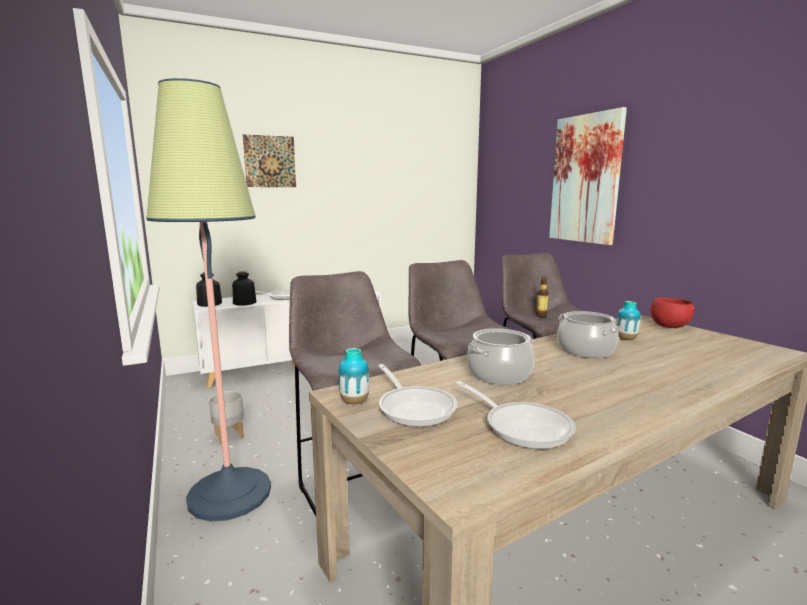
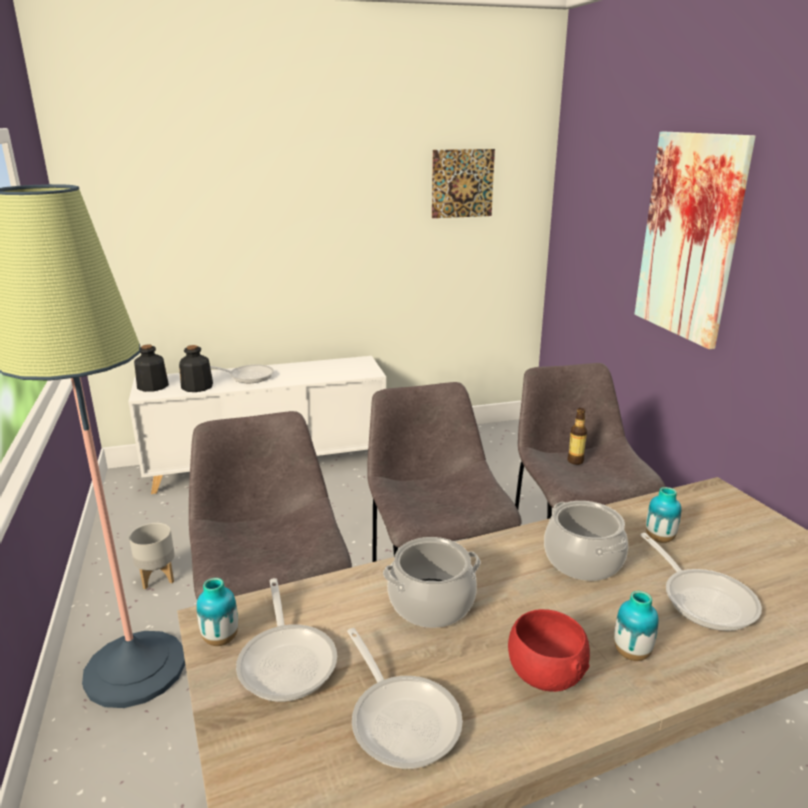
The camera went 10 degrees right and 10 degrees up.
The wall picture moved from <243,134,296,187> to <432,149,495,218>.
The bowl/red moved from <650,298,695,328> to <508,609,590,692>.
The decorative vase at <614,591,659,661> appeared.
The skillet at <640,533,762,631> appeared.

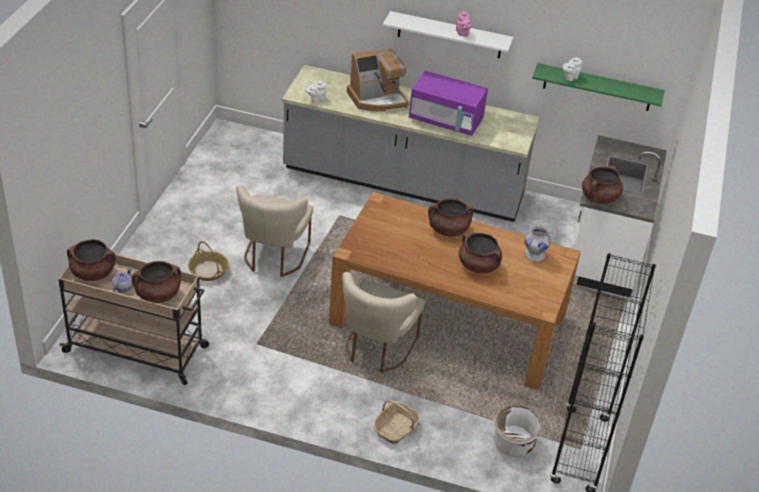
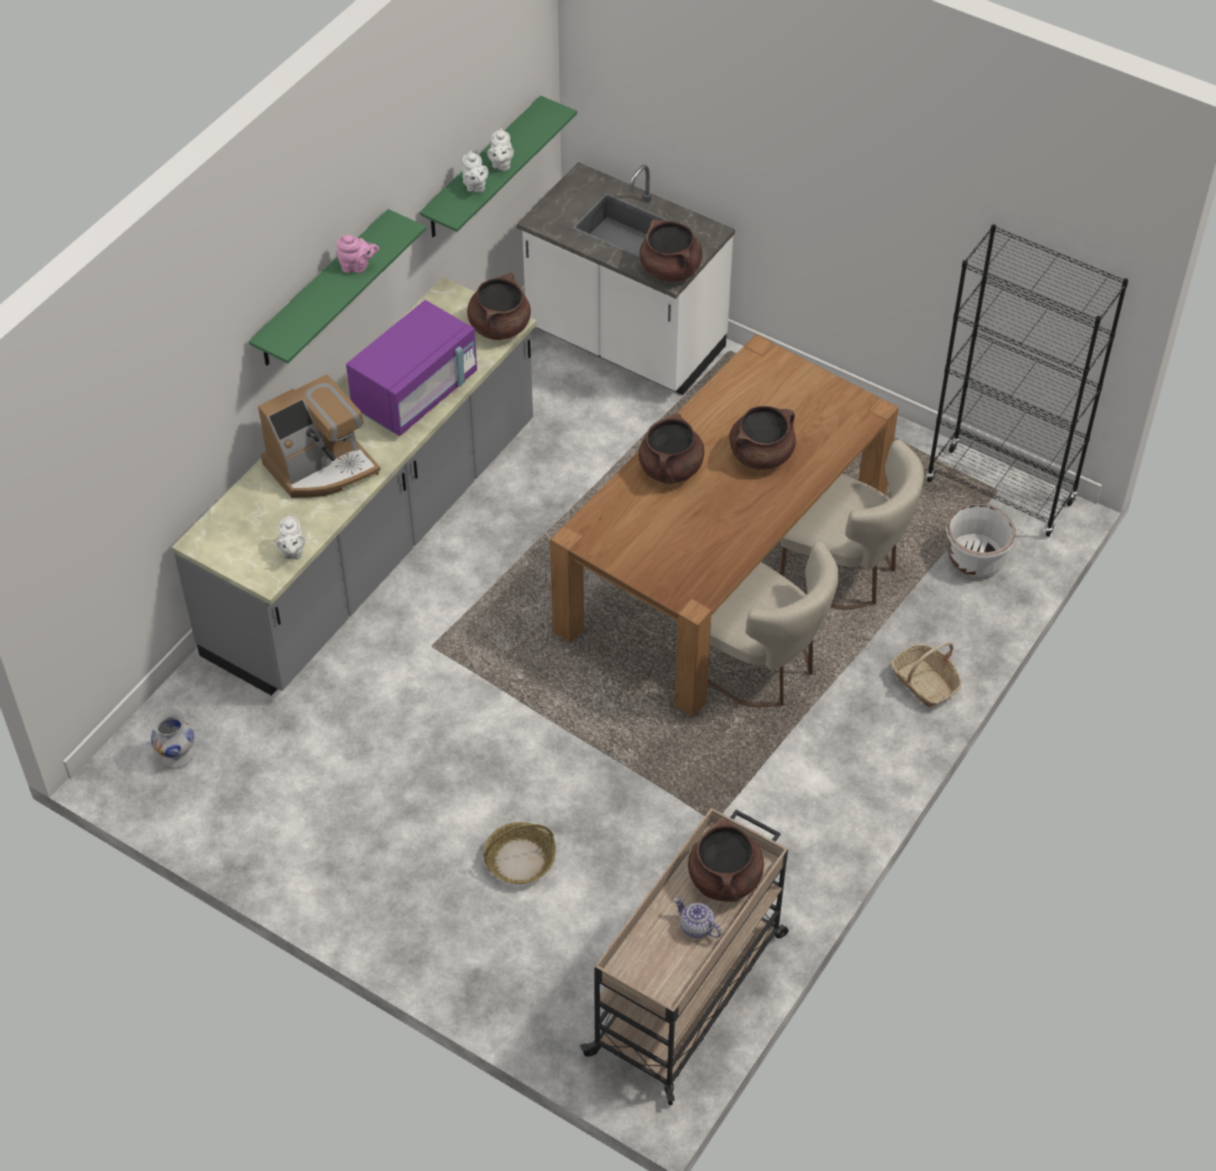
The camera went 70 degrees left and 10 degrees up.
The decorative vase/whitish moved from <524,220,551,262> to <151,707,194,769>.
The shelf/whitish at <383,11,513,59> became the shelf/green at <248,209,426,366>.
The coffee maker at <347,49,409,111> turned 60 degrees clockwise.
The saucepot/brown moved from <67,239,116,281> to <467,273,531,340>.
The tea pot/whitish at <487,128,514,171> appeared.
The chair/sand-coloured moved from <236,185,313,277> to <780,439,924,609>.

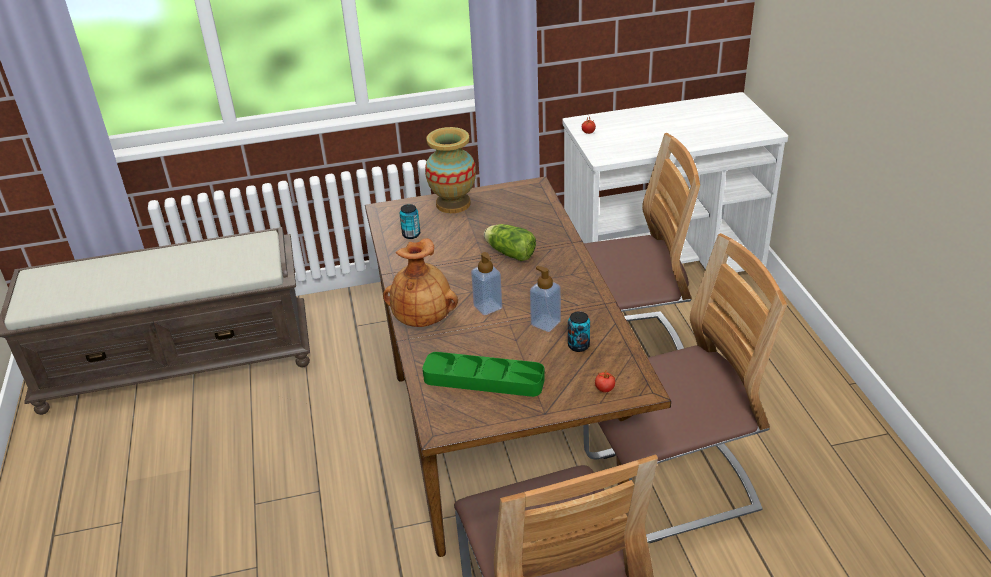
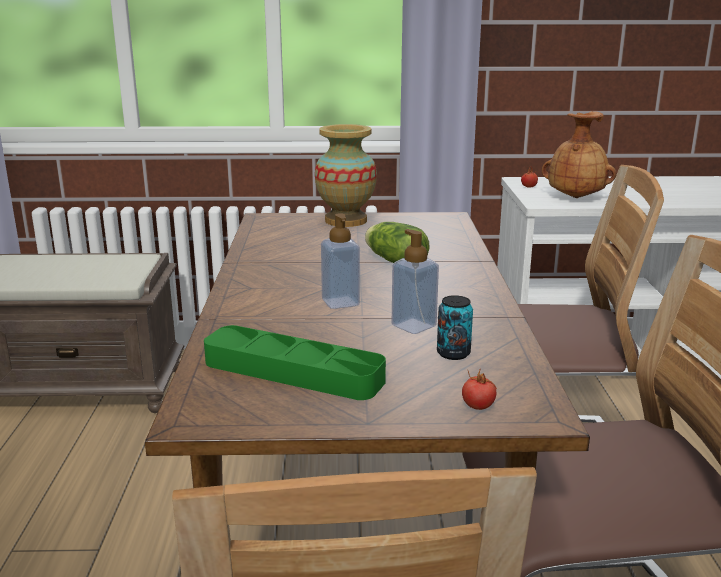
The camera went 10 degrees right and 15 degrees down.
The decorative vase/brown moved from <383,238,458,327> to <542,111,616,198>.
The metal can at <400,204,420,239> disappeared.

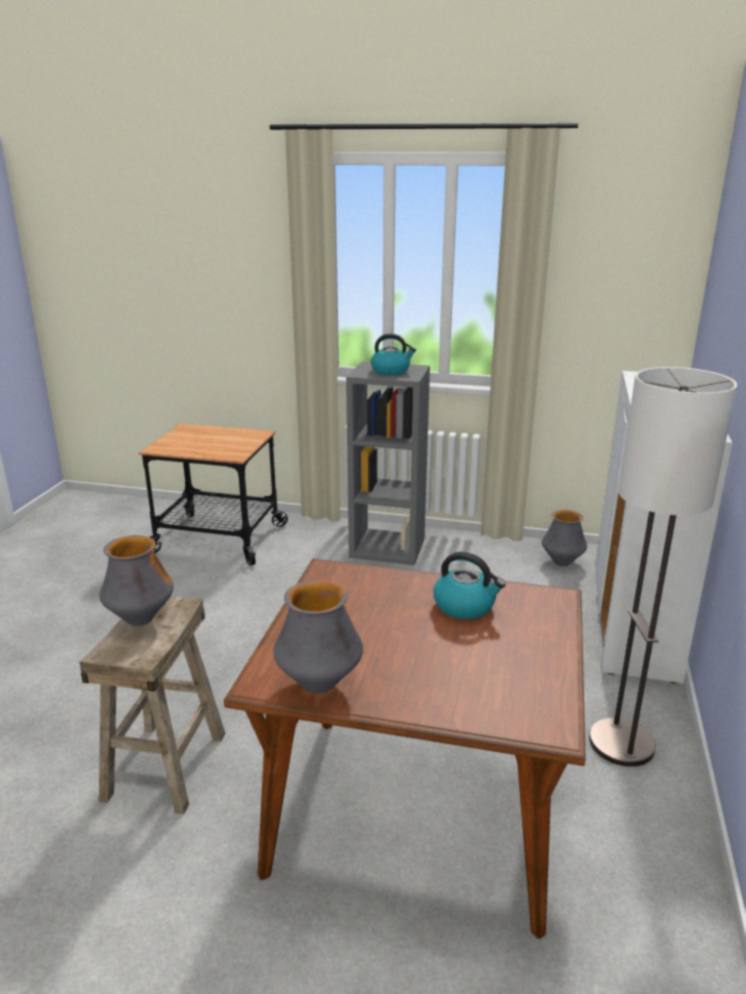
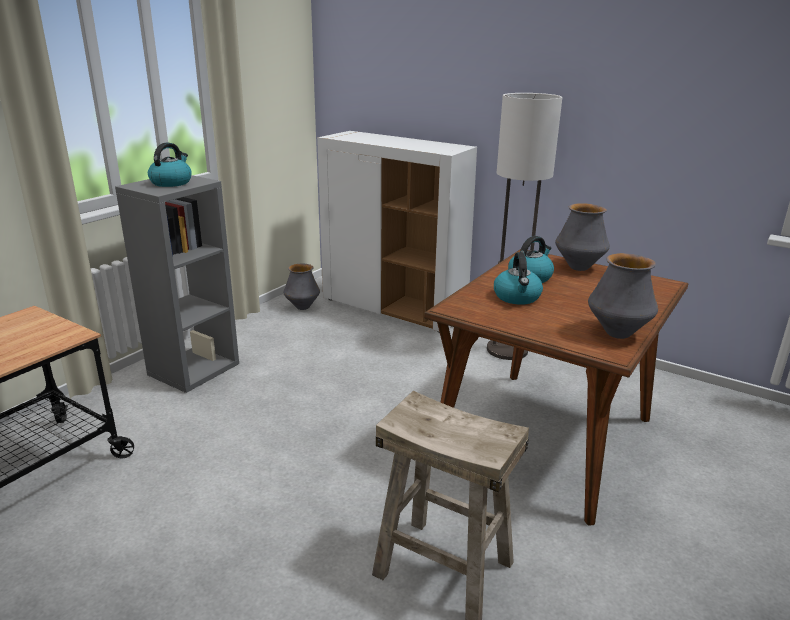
The camera went 70 degrees left and 0 degrees up.
The water kettle at <494,252,543,305> appeared.
The decorative vase moved from <99,535,174,626> to <555,203,610,271>.

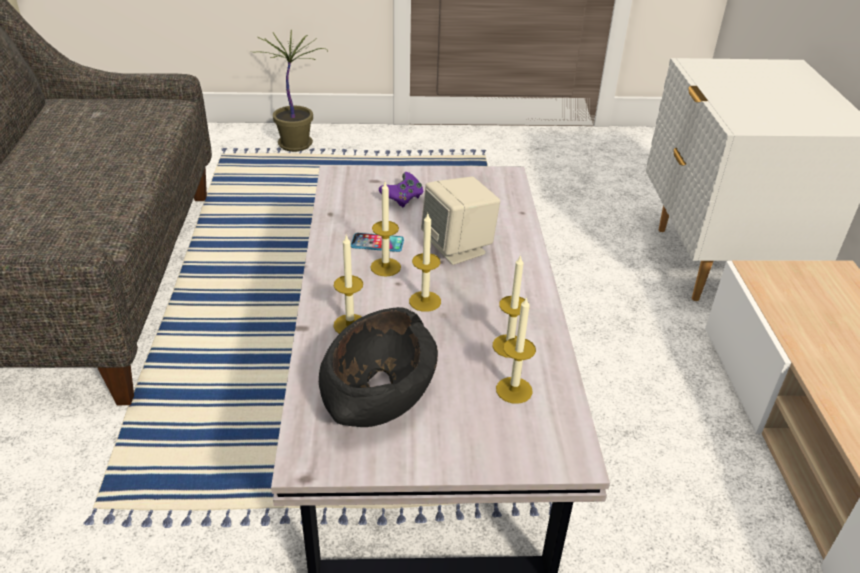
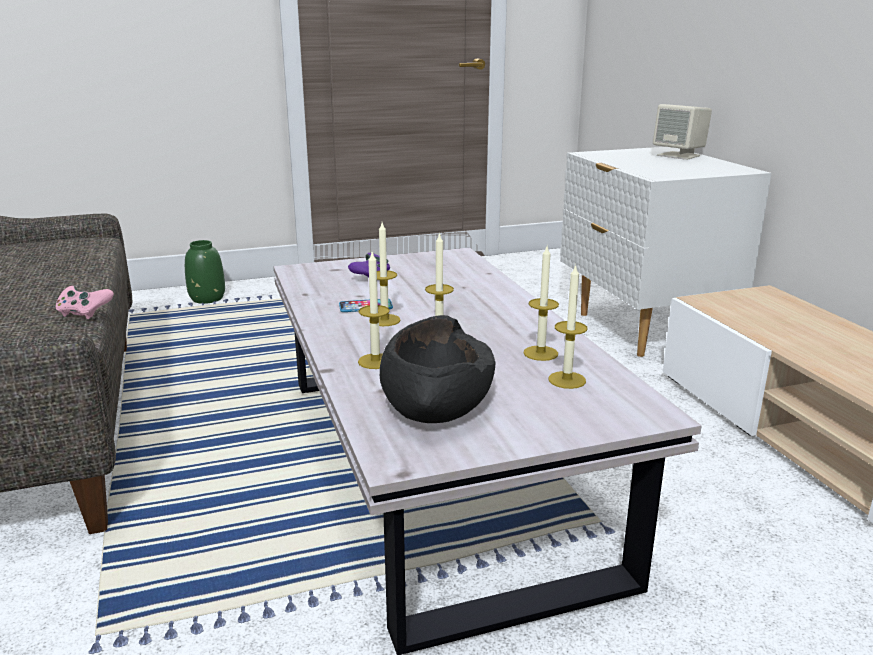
The camera went 15 degrees left and 15 degrees down.
The joypad/pink-coloured at <55,286,114,319> appeared.
The houseplant at <258,30,328,152> was replaced by the decorative vase/green at <185,240,225,304>.
The loudspeaker/sand-coloured moved from <421,177,500,265> to <653,104,712,160>.

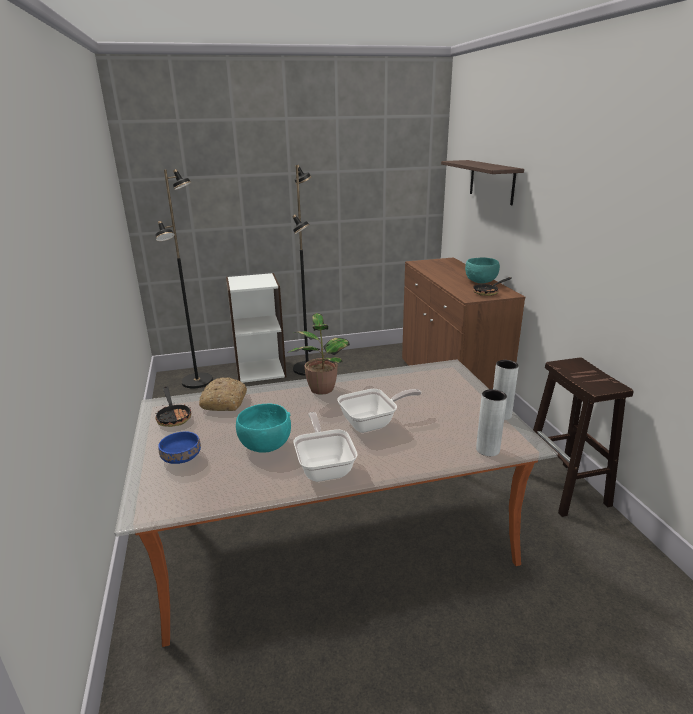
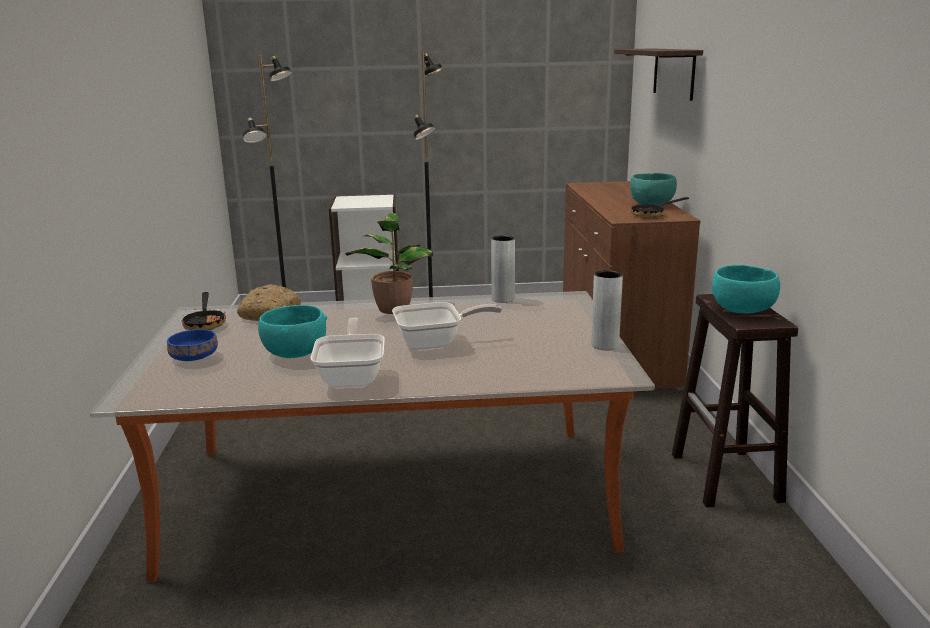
The camera went 10 degrees right and 5 degrees down.
The decorative vase/grey moved from <476,389,507,456> to <491,235,515,303>.
The bowl/turquoise at <712,265,780,314> appeared.

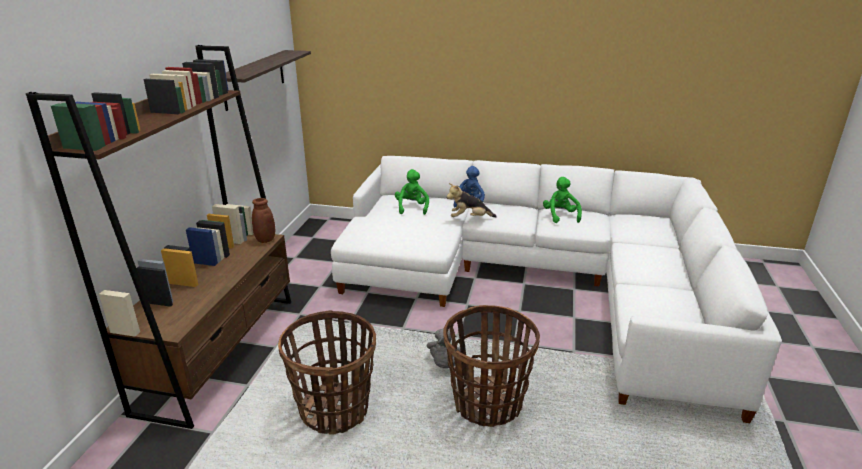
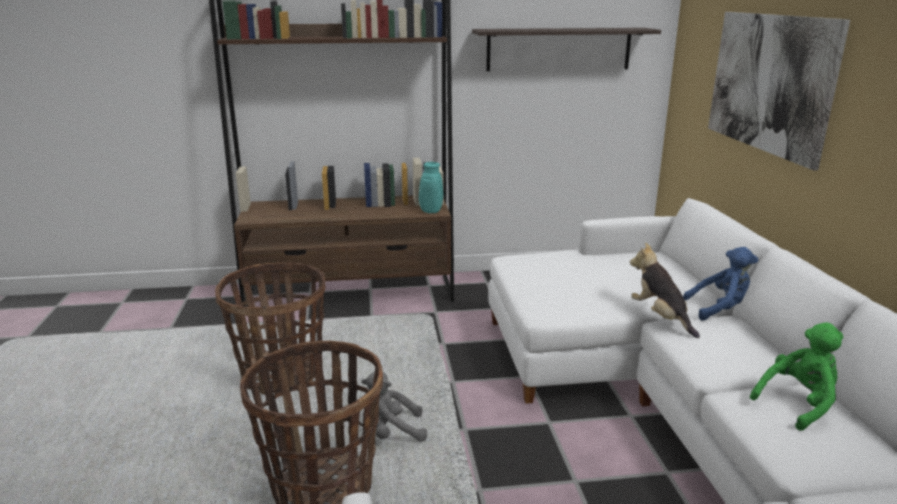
The camera went 70 degrees right and 5 degrees down.
The decorative vase/brown at <252,198,275,243> became the decorative vase/turquoise at <399,162,443,213>.
The wall picture at <708,12,850,171> appeared.
The soft toy/green at <395,169,429,215> disappeared.

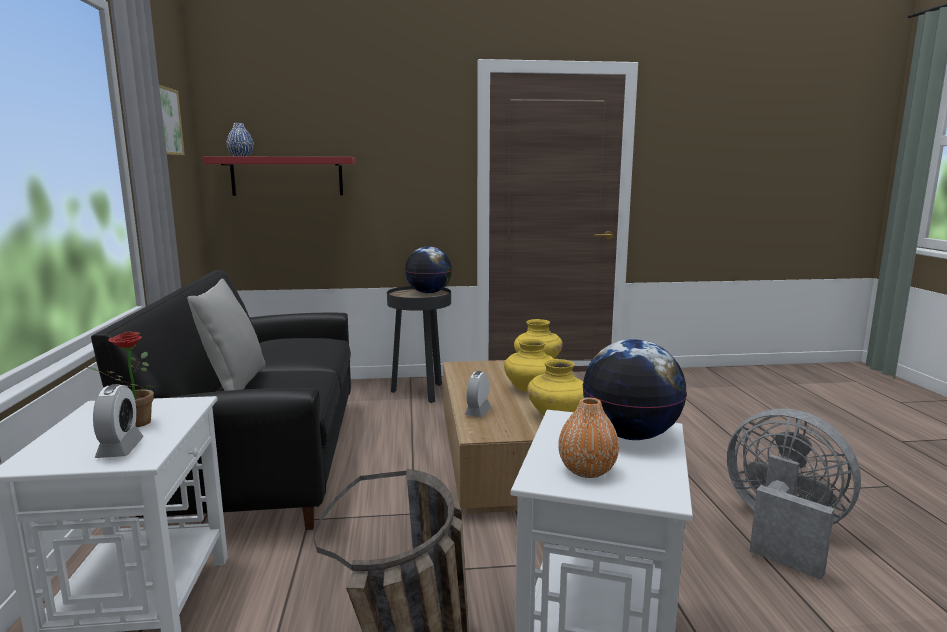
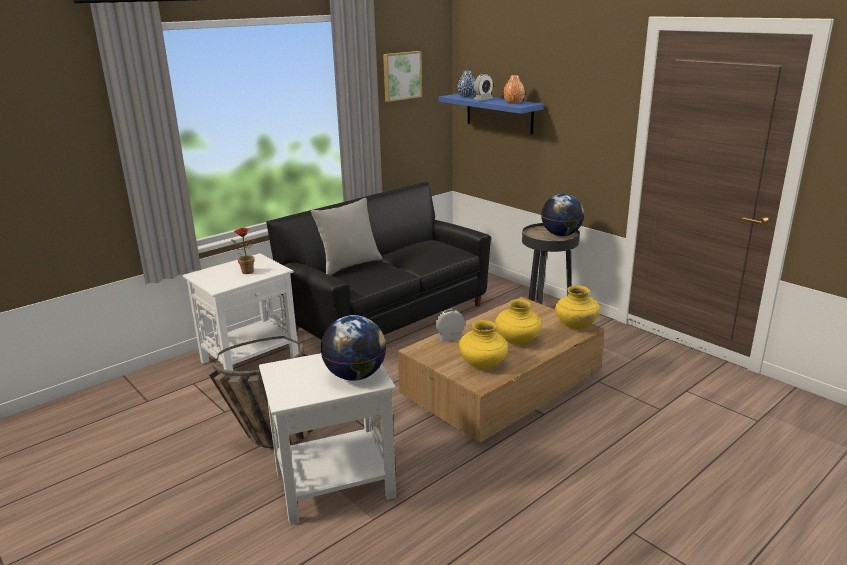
The camera went 55 degrees right and 10 degrees up.
The shelf/red at <202,156,356,196> became the shelf/bluish at <438,94,544,135>.
The table clock moved from <93,384,144,458> to <474,74,493,100>.
The decorative vase/orange-coloured moved from <558,397,619,478> to <503,75,525,104>.
The electric fan/grey at <727,409,861,580> disappeared.

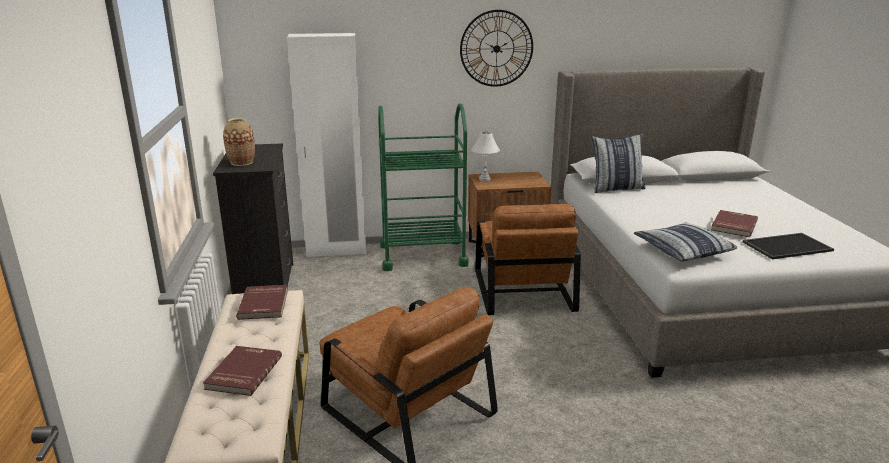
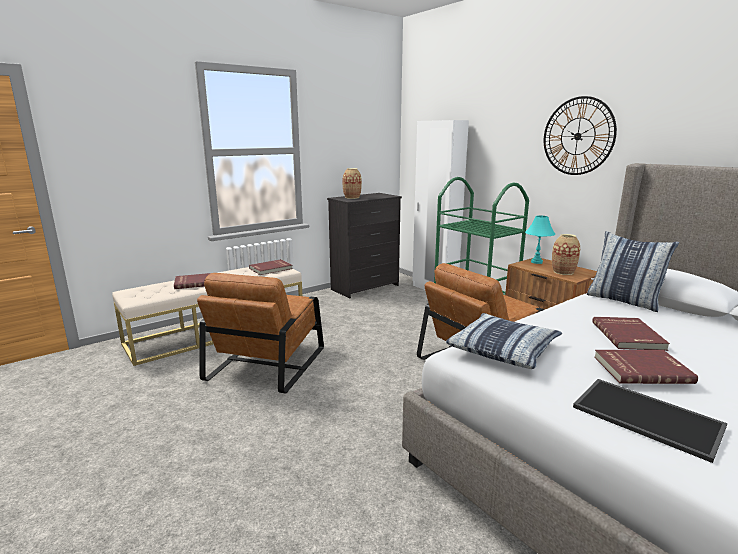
The camera went 60 degrees right and 5 degrees down.
The tabletop lamp/whitish at <471,131,500,181> became the tabletop lamp/turquoise at <525,216,555,264>.
The decorative vase at <552,234,580,275> appeared.
The bound book/red at <592,317,670,351> appeared.

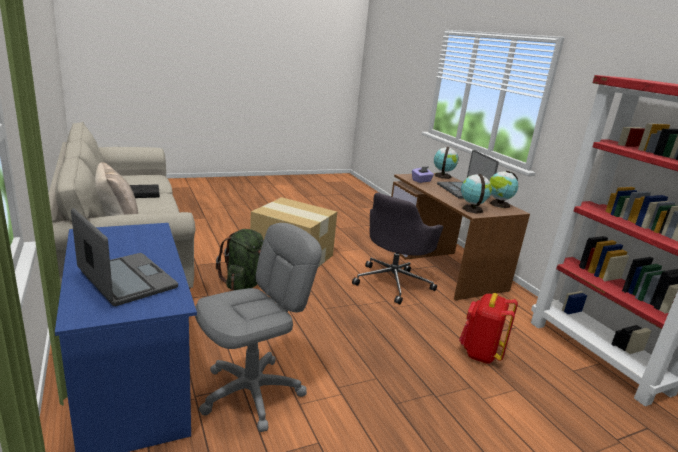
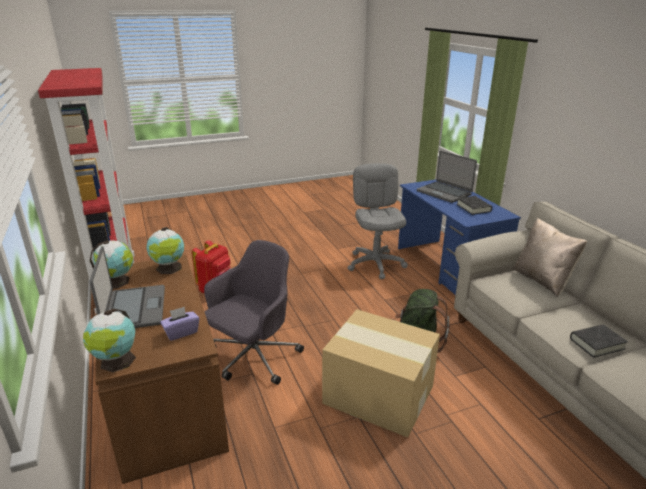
The camera went 175 degrees left and 5 degrees up.
The computer chair/grey at <195,223,322,432> turned 120 degrees clockwise.
The bound book/black-coloured at <456,196,492,215> appeared.

